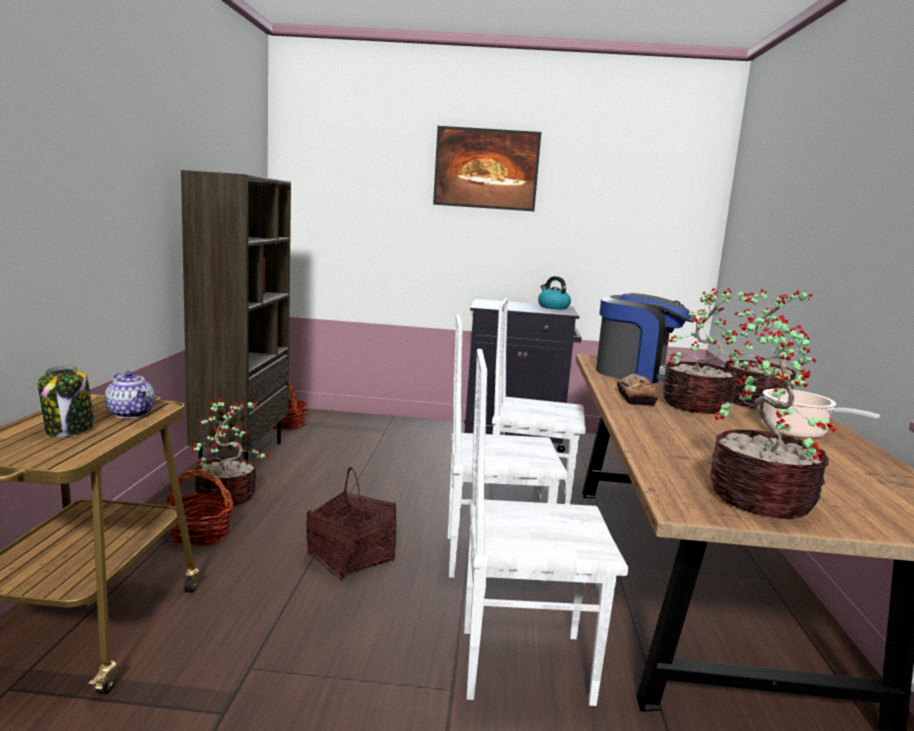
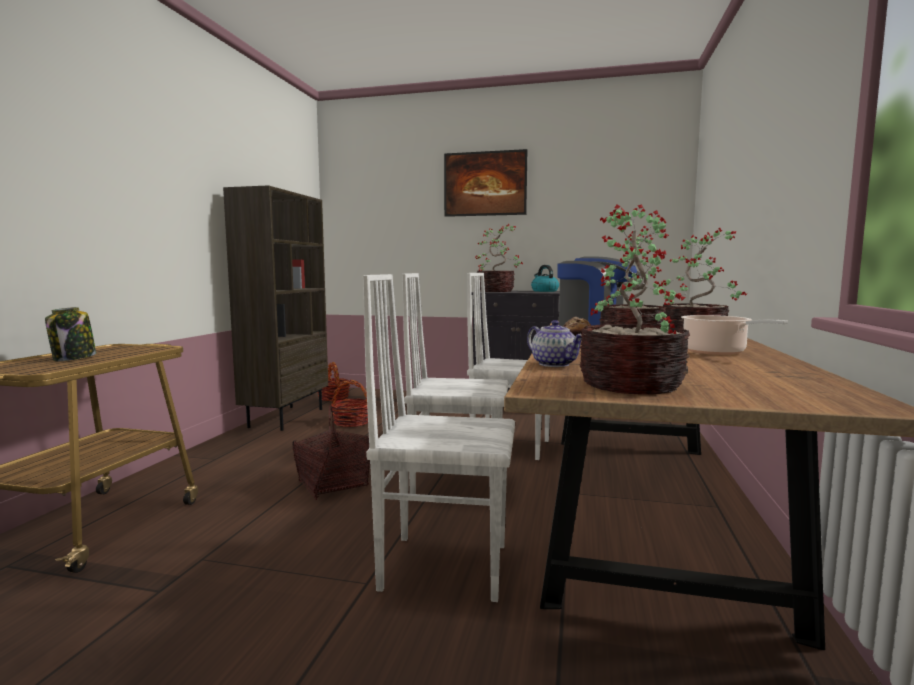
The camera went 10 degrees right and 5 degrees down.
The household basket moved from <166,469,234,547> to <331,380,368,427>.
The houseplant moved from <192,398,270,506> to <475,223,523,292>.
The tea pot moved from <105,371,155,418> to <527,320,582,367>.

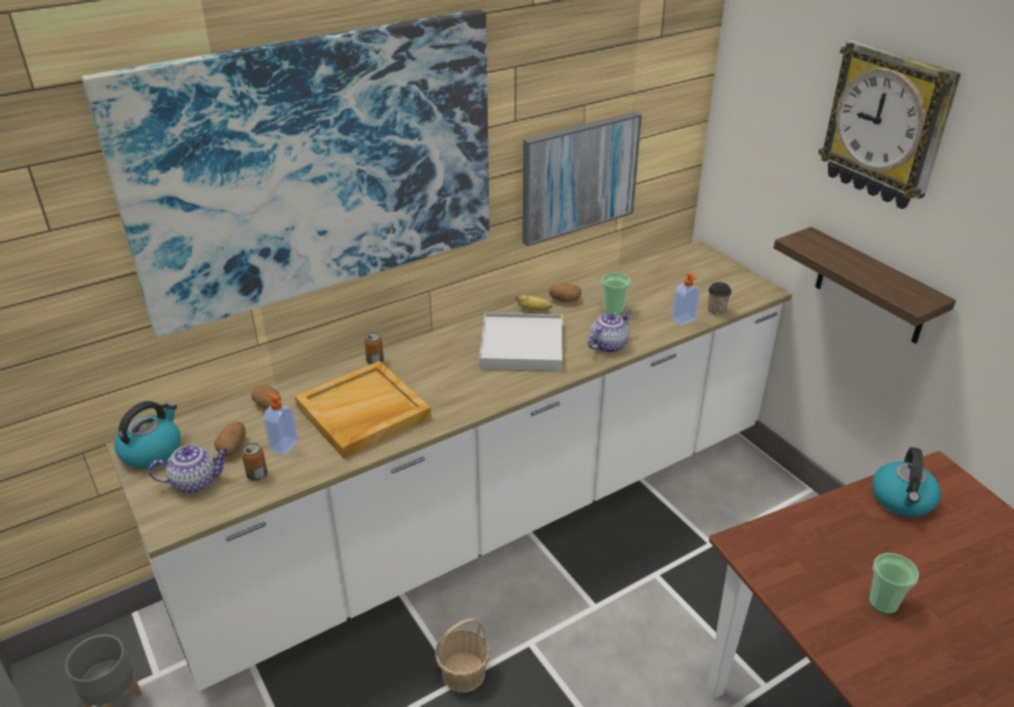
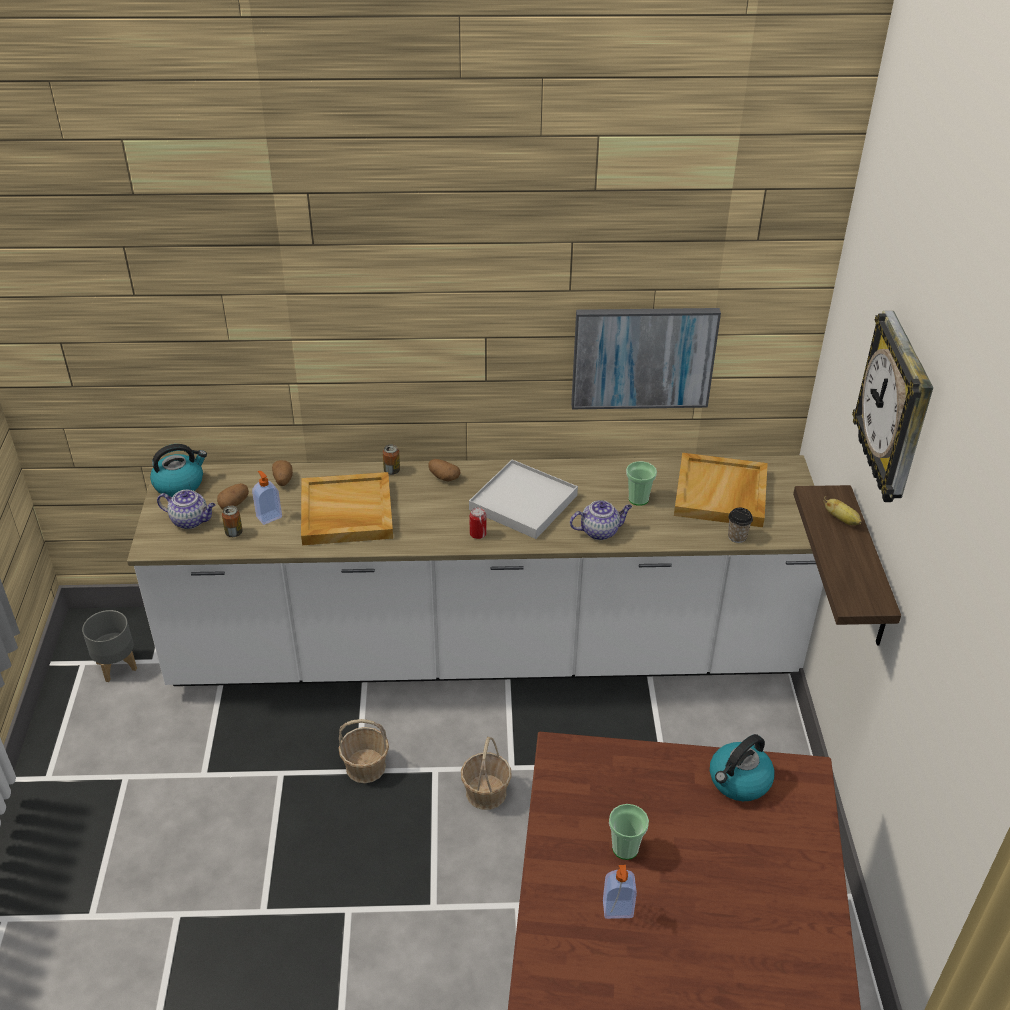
The camera went 30 degrees right and 5 degrees up.
The spud moved from <549,284,582,302> to <428,459,461,481>.
The household basket at <461,737,512,810> appeared.
The metal can at <470,507,487,539> appeared.
The soap bottle moved from <671,273,700,326> to <603,865,637,919>.
The serving tray/sand-coloured at <674,453,768,527> appeared.
The banana moved from <515,295,552,311> to <823,496,861,525>.
The wall picture at <82,10,489,337> disappeared.

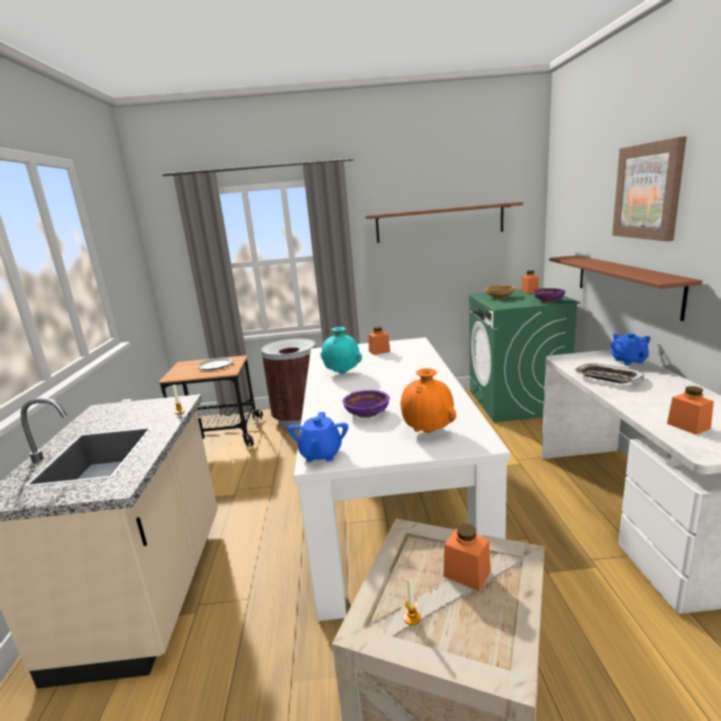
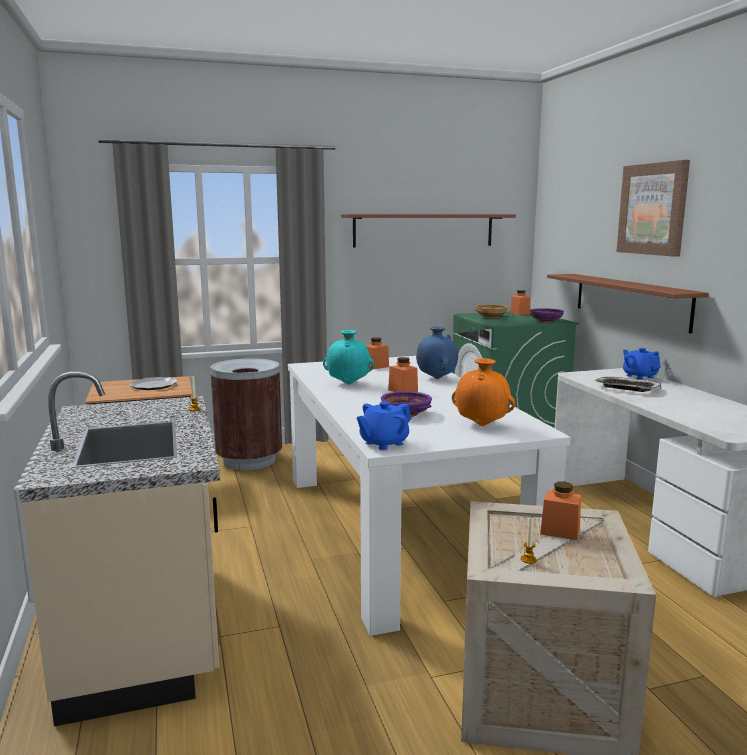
The camera went 15 degrees left and 5 degrees down.
The tea pot/bluish at <288,412,348,462> turned 60 degrees clockwise.
The preserve jar/orange-coloured moved from <667,386,714,435> to <388,357,418,392>.
The decorative vase/bluish at <416,327,458,379> appeared.

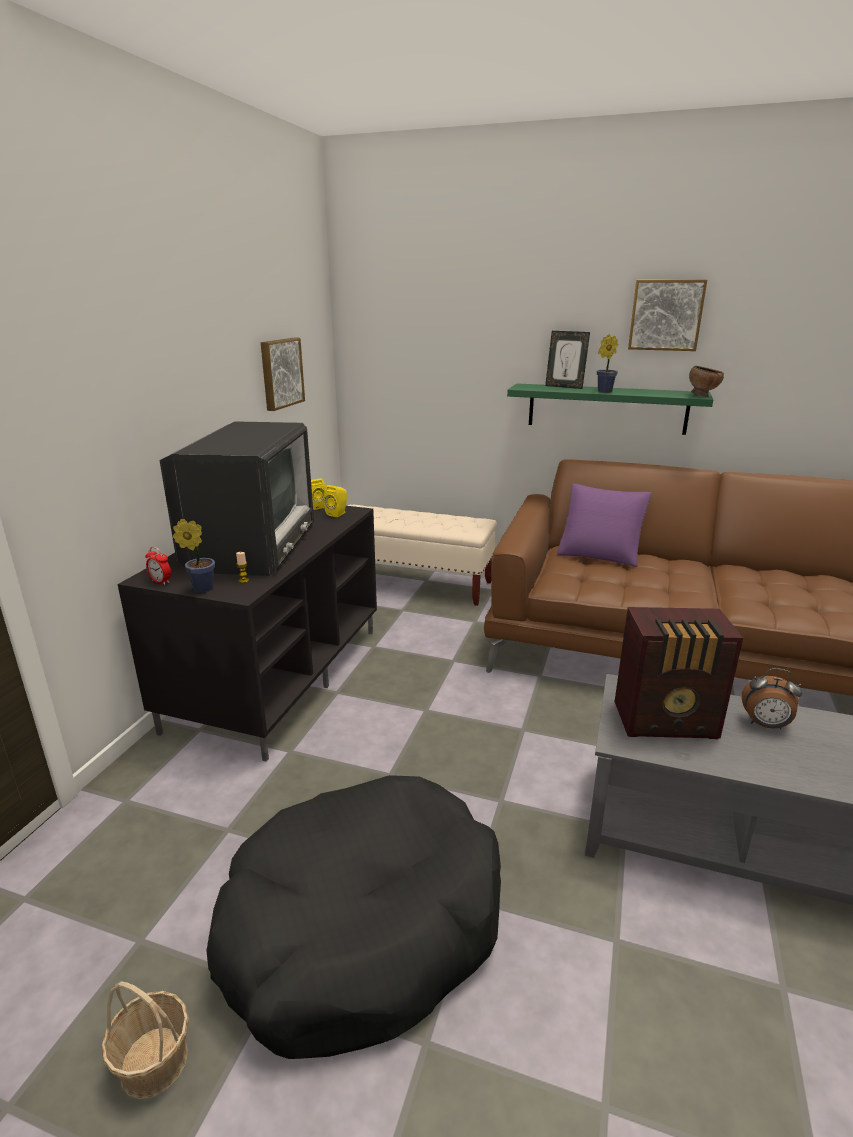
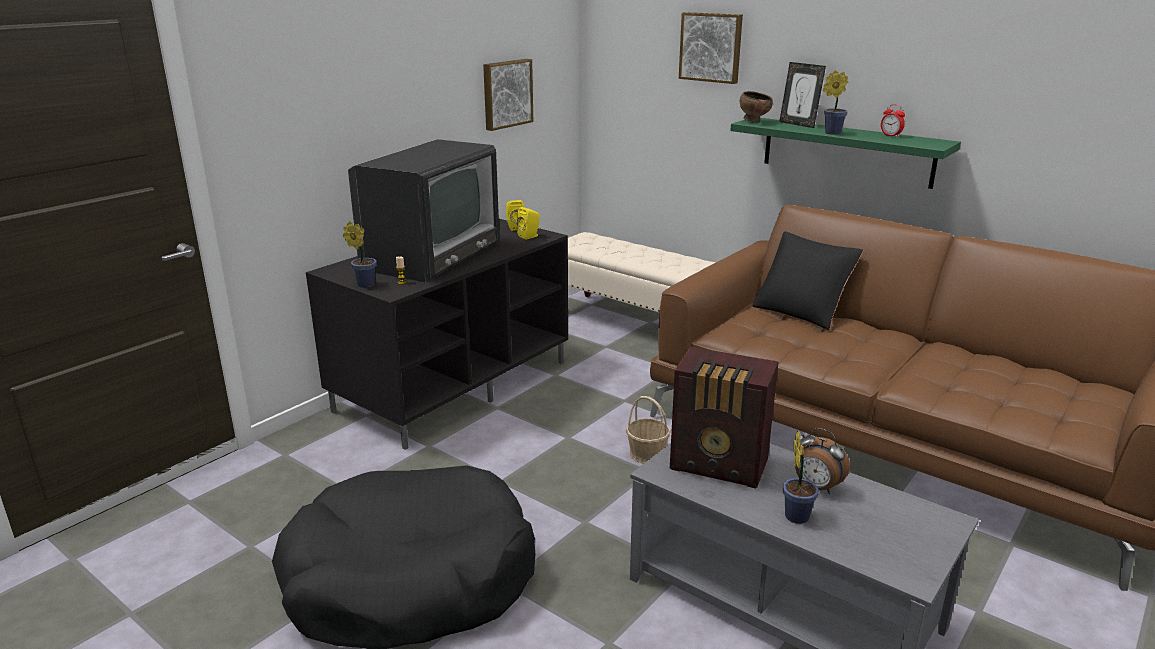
The camera went 20 degrees right and 0 degrees up.
The household basket moved from <101,981,189,1100> to <626,396,671,464>.
The wall picture moved from <628,280,707,351> to <679,12,743,84>.
The bowl/brown moved from <689,366,724,397> to <740,91,773,123>.
The throw pillow/purple at <557,483,651,567> became the throw pillow/black-coloured at <752,231,863,330>.
The houseplant at <783,431,819,524> appeared.
The table clock moved from <145,547,171,585> to <881,104,905,137>.

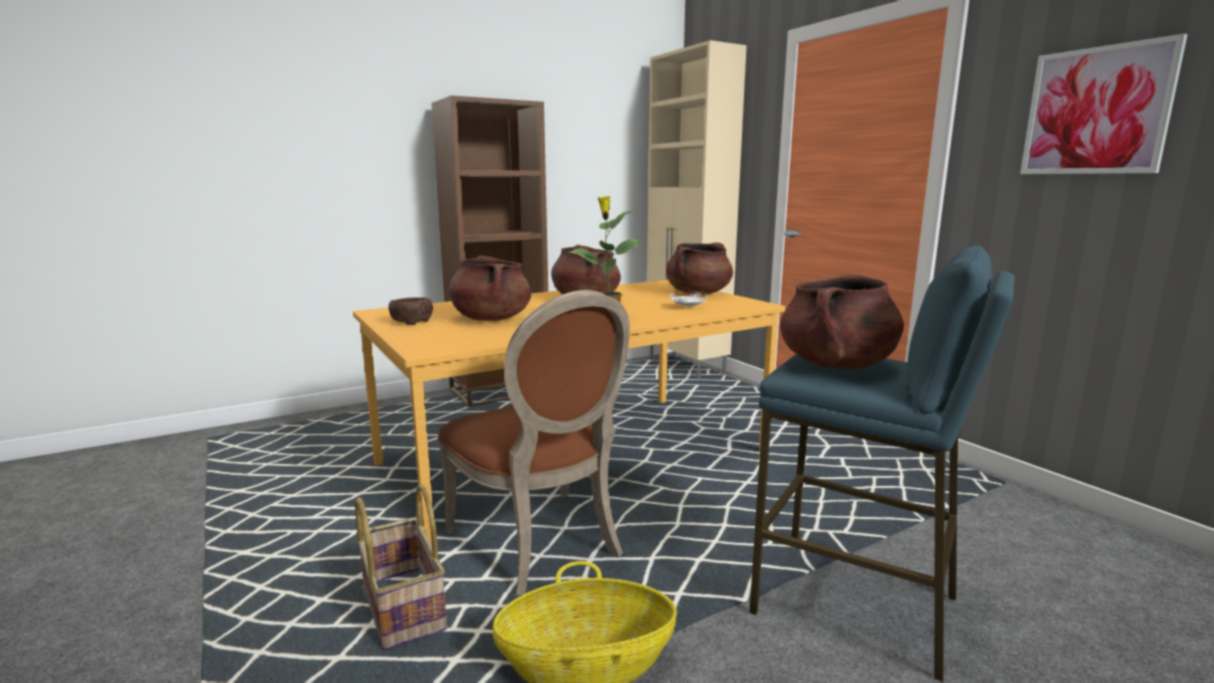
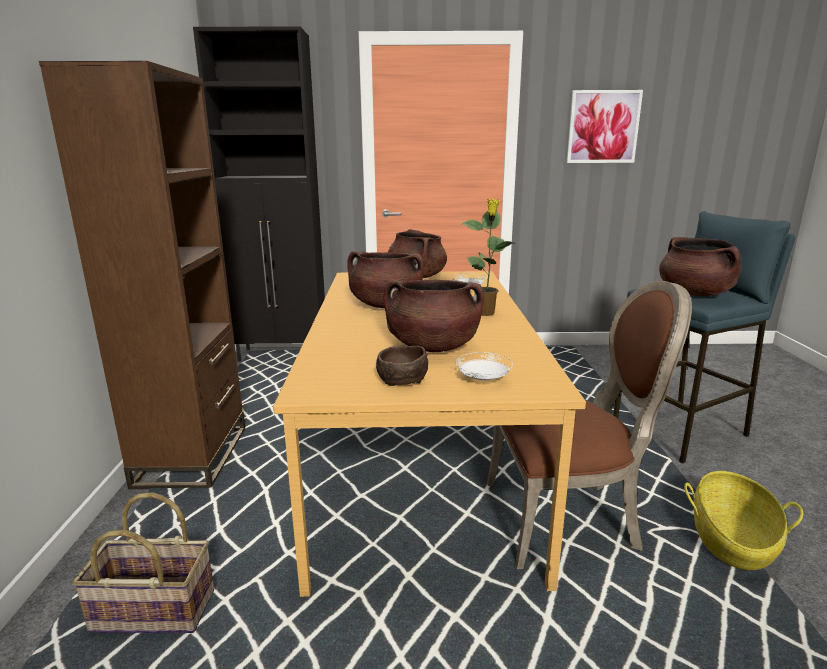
The camera went 60 degrees left and 5 degrees up.
The household basket moved from <355,484,447,650> to <72,492,214,633>.
The storage cabinet/sand-coloured at <647,40,747,379> became the storage cabinet/black-coloured at <193,26,325,362>.
The flat dish/whitish at <456,352,513,380> appeared.

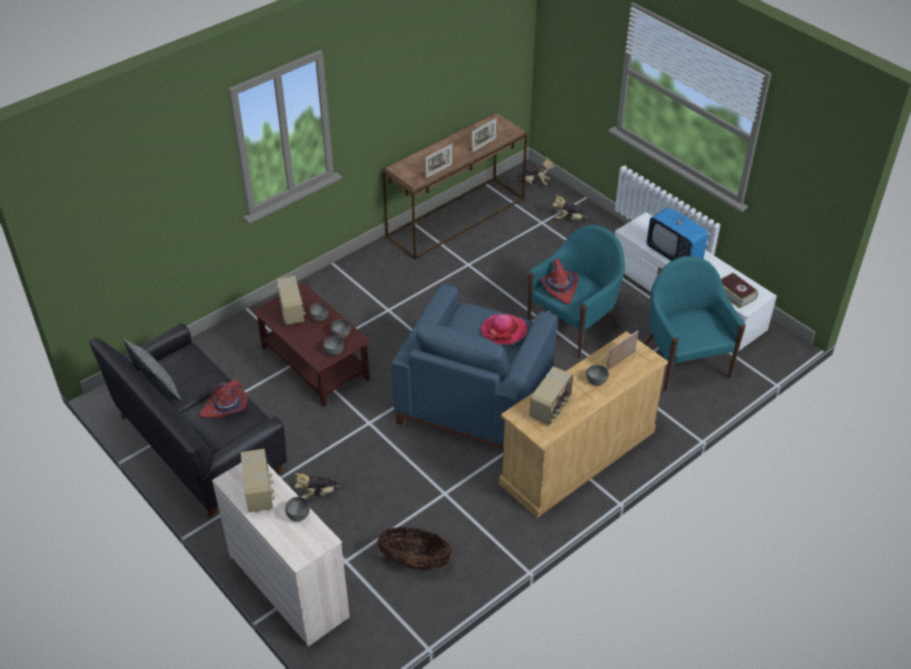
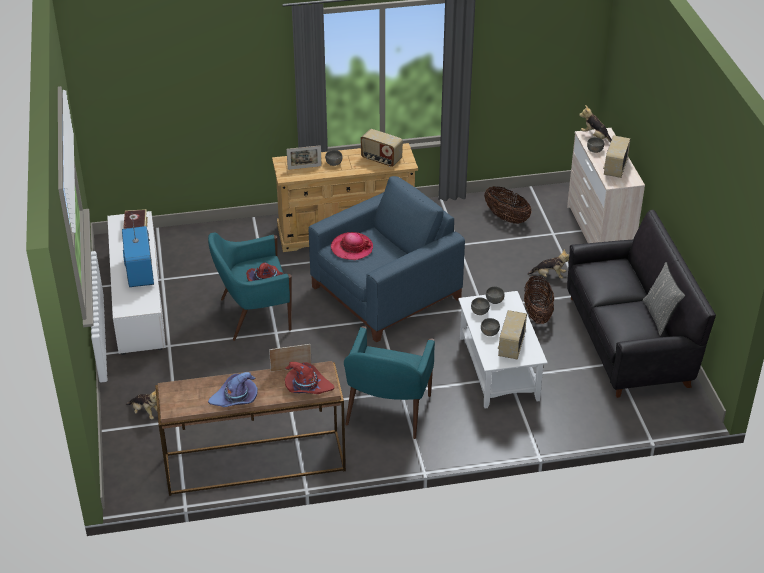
The camera went 150 degrees left and 5 degrees down.
The hat/purple at <208,372,258,407> appeared.
The hat/red moved from <200,380,248,418> to <285,362,334,394>.
The armchair/turquoise moved from <644,256,746,391> to <344,326,435,439>.
The radio at <530,366,573,425> turned 120 degrees counterclockwise.
The lounge table/brown at <252,283,371,407> became the lounge table/whitish at <458,291,548,408>.
The household basket at <524,276,554,324> appeared.
The soft toy moved from <514,156,555,185> to <579,105,612,143>.
The photo frame at <472,118,497,152> disappeared.

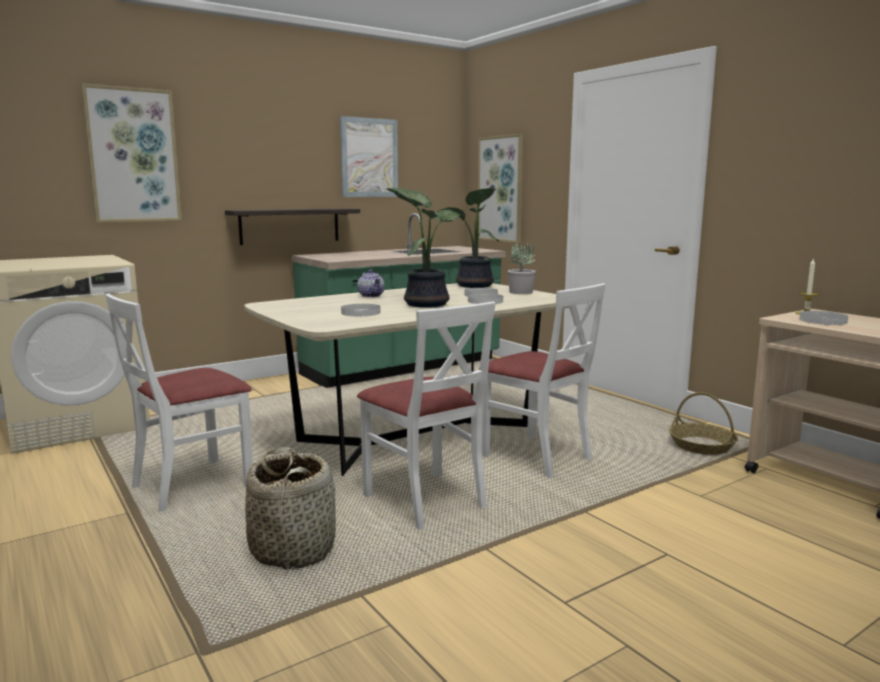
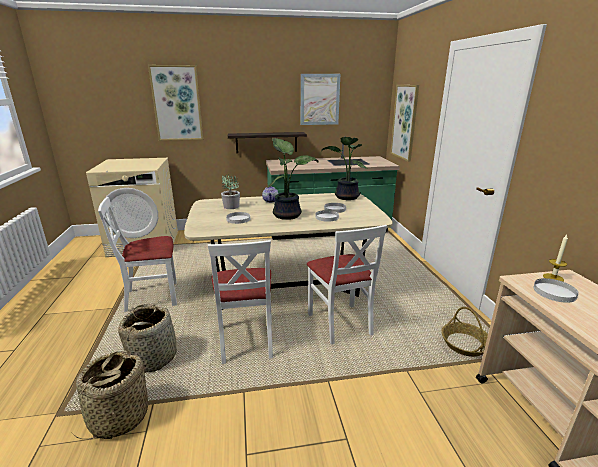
The camera went 25 degrees right and 10 degrees up.
The household basket at <70,350,148,439> appeared.
The houseplant moved from <507,242,536,294> to <221,174,240,209>.

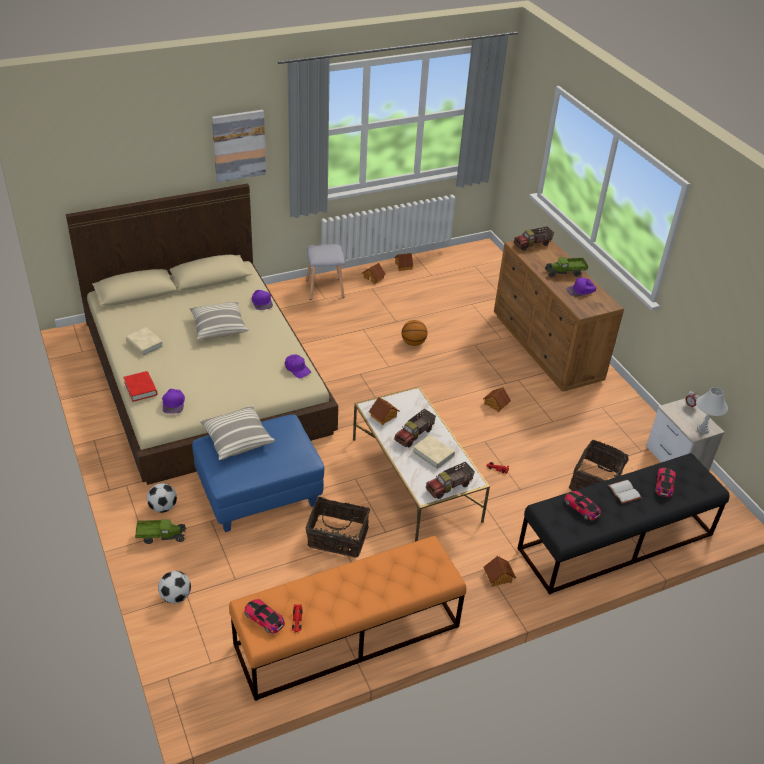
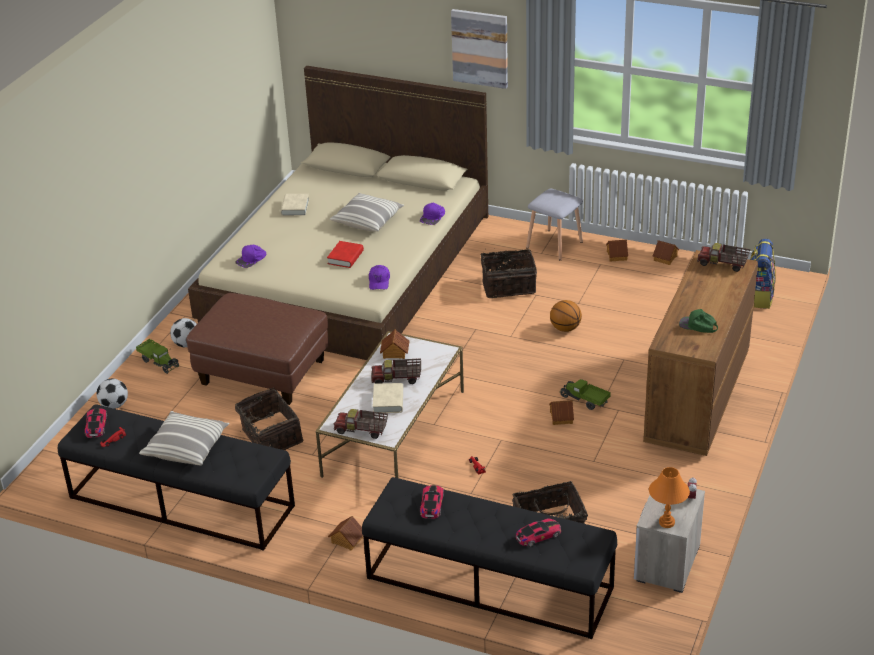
The camera went 50 degrees right and 5 degrees down.
The long seat/orange-coloured at <229,536,466,701> became the long seat/black-coloured at <58,404,295,551>.
The throw pillow moved from <200,405,275,460> to <139,411,230,466>.
The footrest/bluish at <192,415,324,532> became the footrest/brown at <186,293,329,405>.
The bound book/red moved from <123,371,157,402> to <327,241,364,268>.
The household basket at <480,248,537,298> appeared.
The toy lorry moved from <545,257,589,277> to <560,379,611,410>.
The tabletop lamp/whitish at <696,387,728,434> became the tabletop lamp/orange-coloured at <649,467,690,528>.
The baseball cap/purple at <567,277,596,297> became the baseball cap/green at <679,309,718,333>.
The knapsack at <750,239,776,309> appeared.
The bound book/whitish at <608,480,642,504> disappeared.

